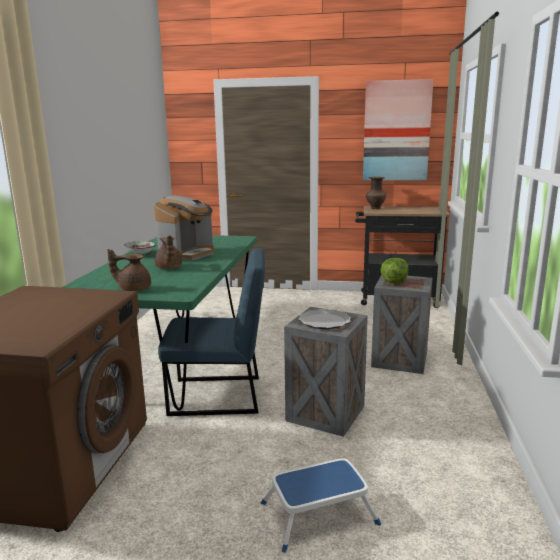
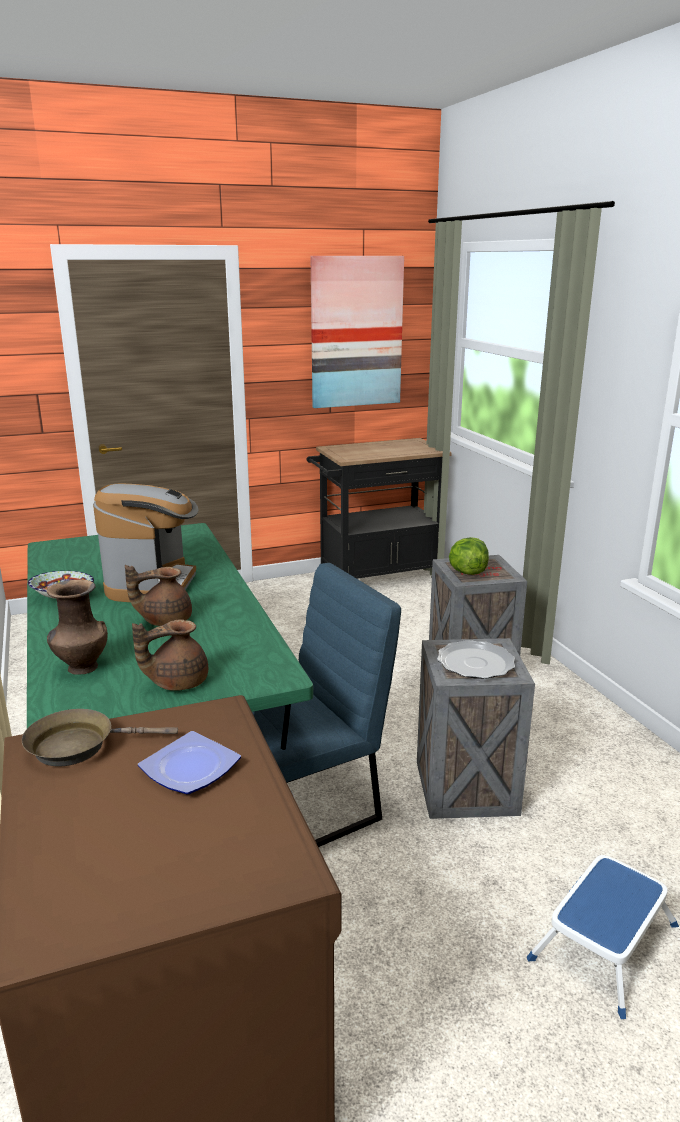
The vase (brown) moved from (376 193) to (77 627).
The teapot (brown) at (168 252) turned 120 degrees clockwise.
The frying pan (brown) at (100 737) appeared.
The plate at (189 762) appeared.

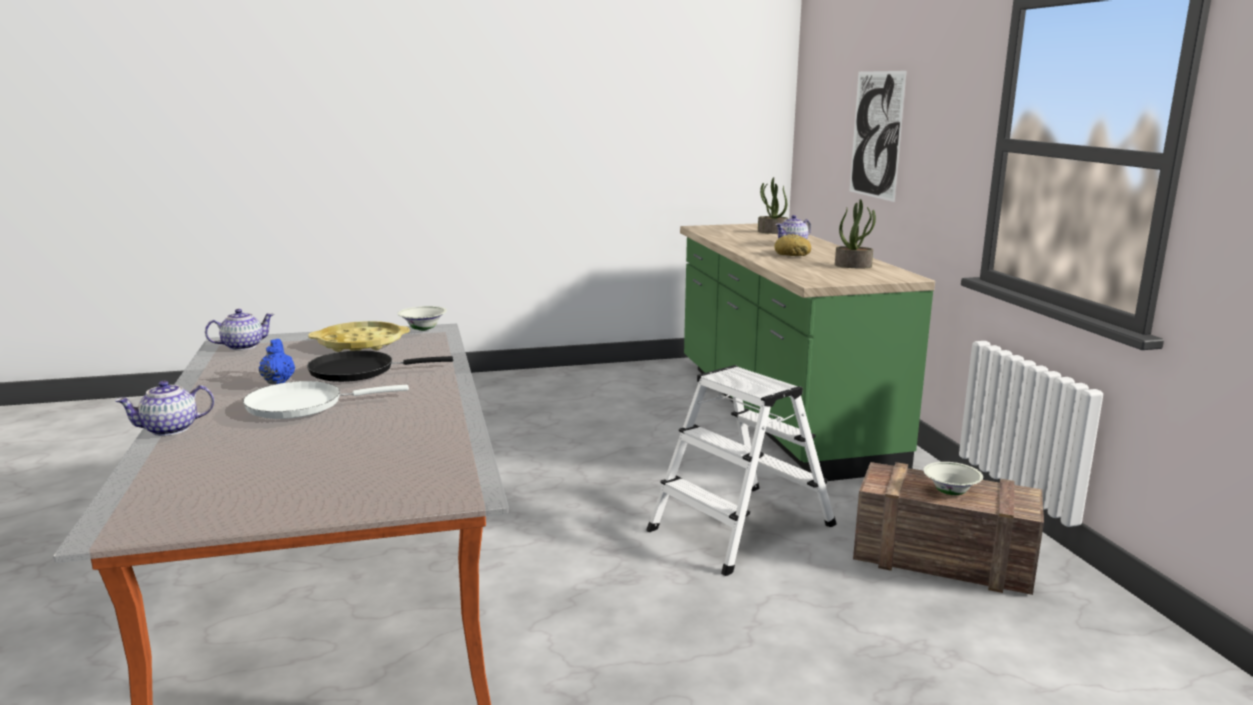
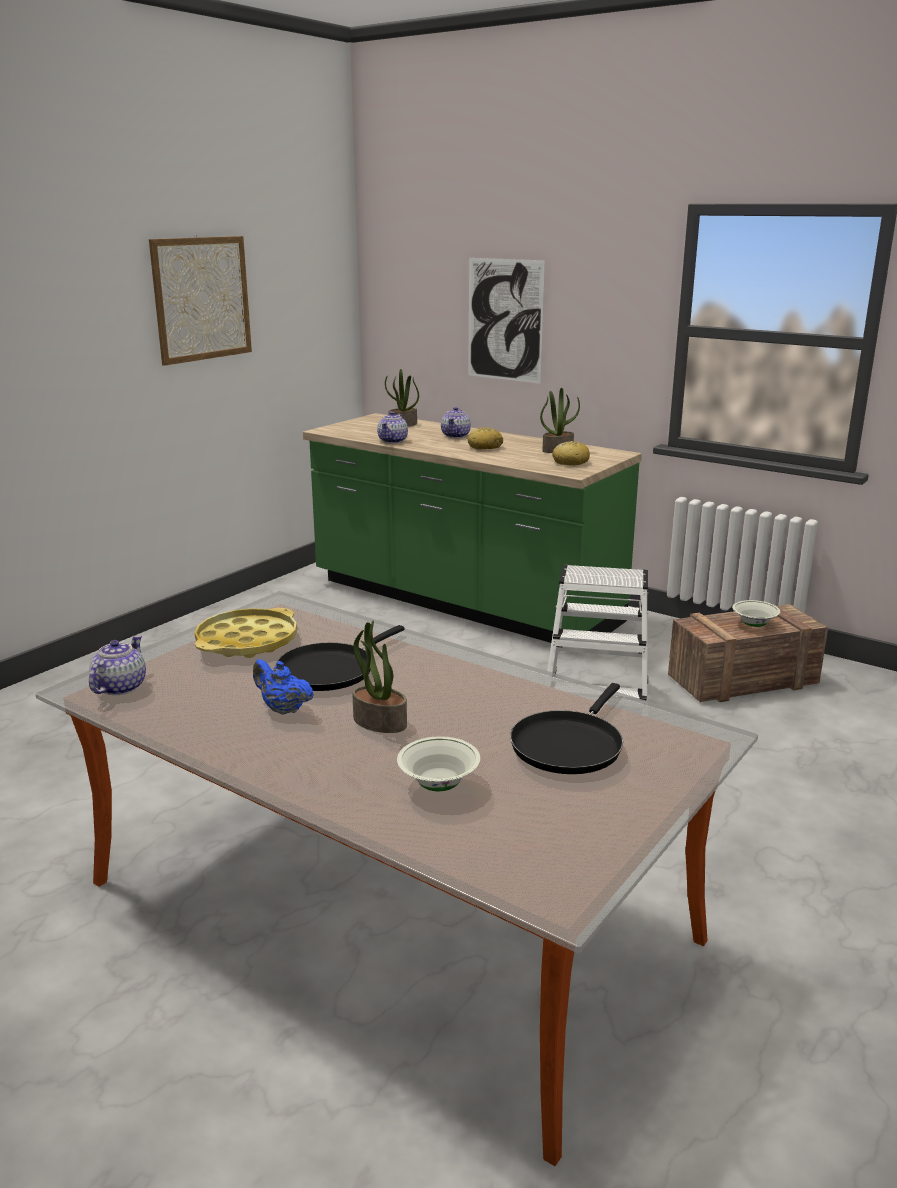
The bowl (white) moved from (422 318) to (438 763).
The teapot moved from (164 408) to (392 427).
The frying pan (white) at (326 400) was replaced by the potted plant at (379 676).
The picture at (200 300) appeared.
The bread at (571 453) appeared.
The frying pan (black) at (566 728) appeared.

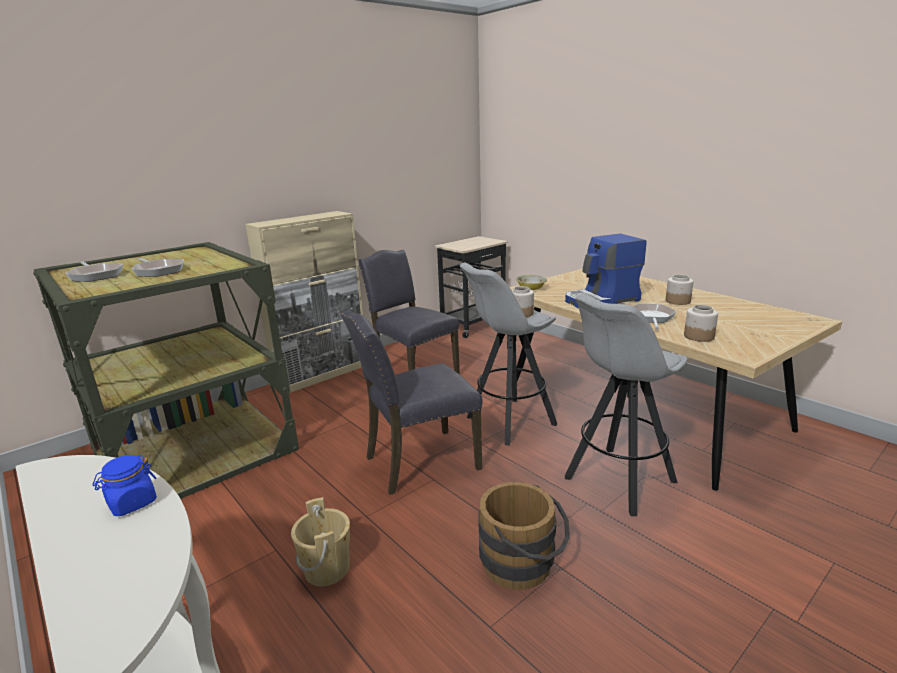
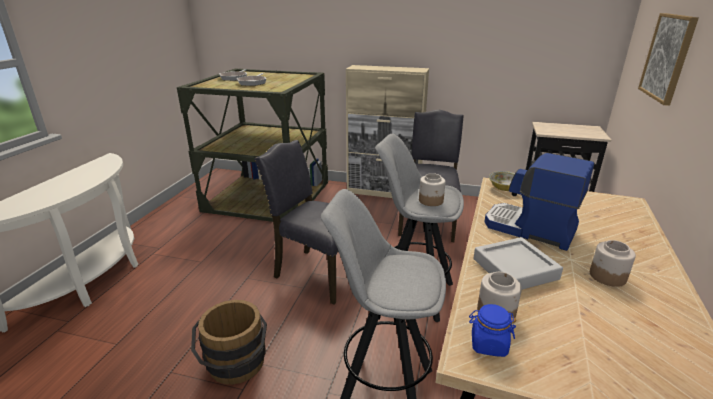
The frying pan at (655 316) was replaced by the tray (grey) at (518 263).
The jar (blue) moved from (125 485) to (492 330).
The bucket (beige) at (320 541) disappeared.
The picture at (668 59) appeared.

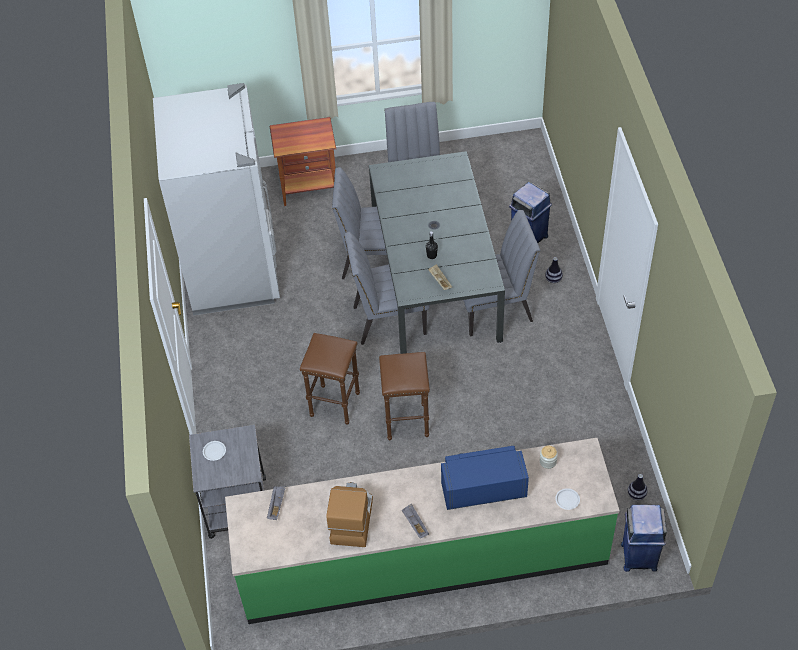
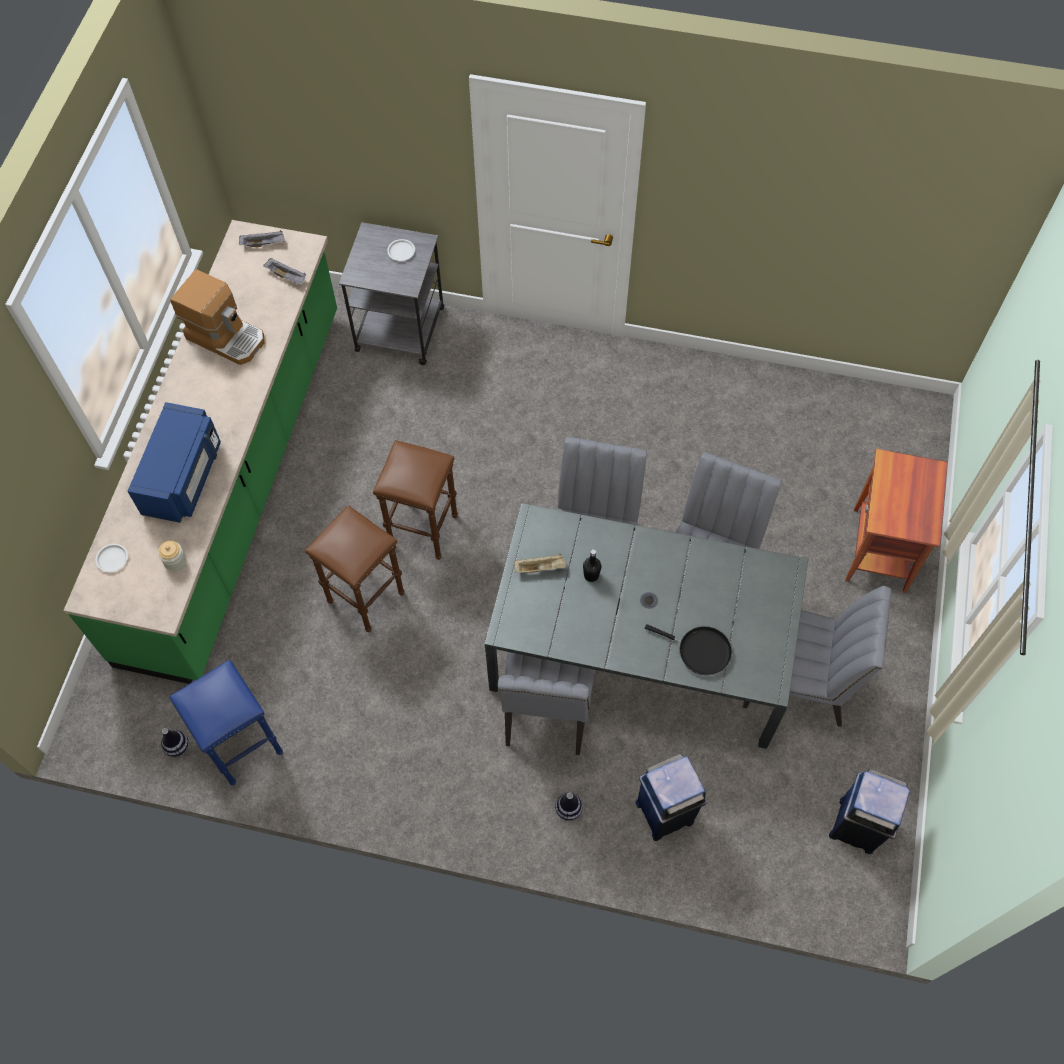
The fridge (white) at (216 199) disappeared.
The stool (brown) moved from (330 379) to (354 568).
The tray (grey) moved from (415 521) to (261 238).
The trash can (blue) moved from (644 538) to (869 811).
The frying pan (black) at (688 649) appeared.
The stool (blue) at (226 722) appeared.

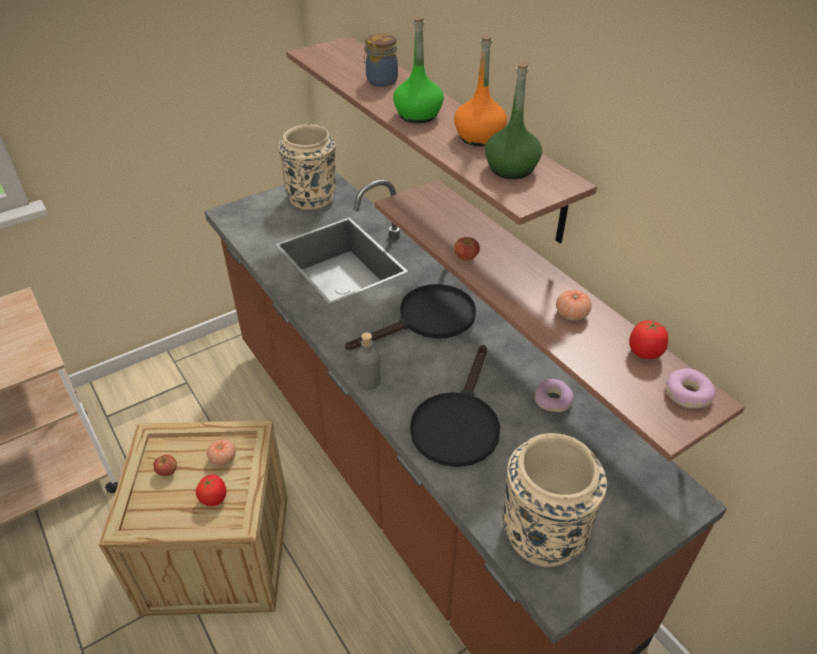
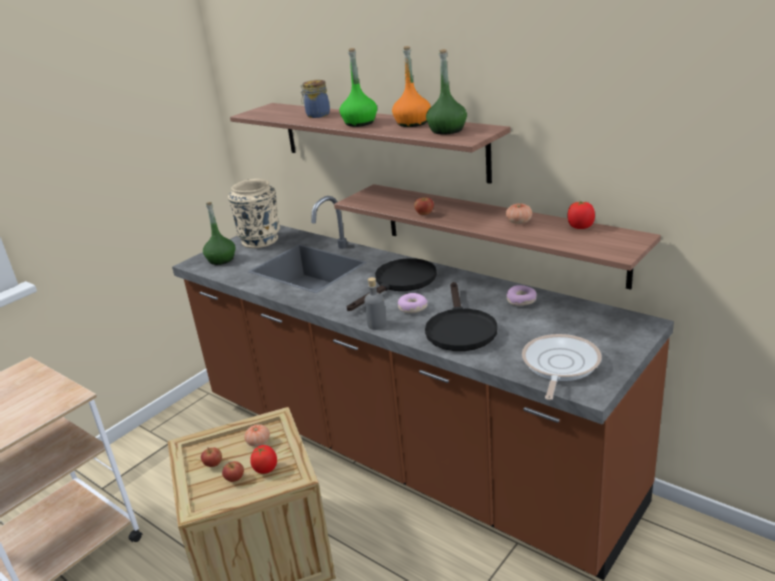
The donut moved from (691 388) to (413 303).
The vase (beige) at (554 500) was replaced by the frying pan at (562 367).
The bottle (green) at (219 233) appeared.
The apple at (233 471) appeared.

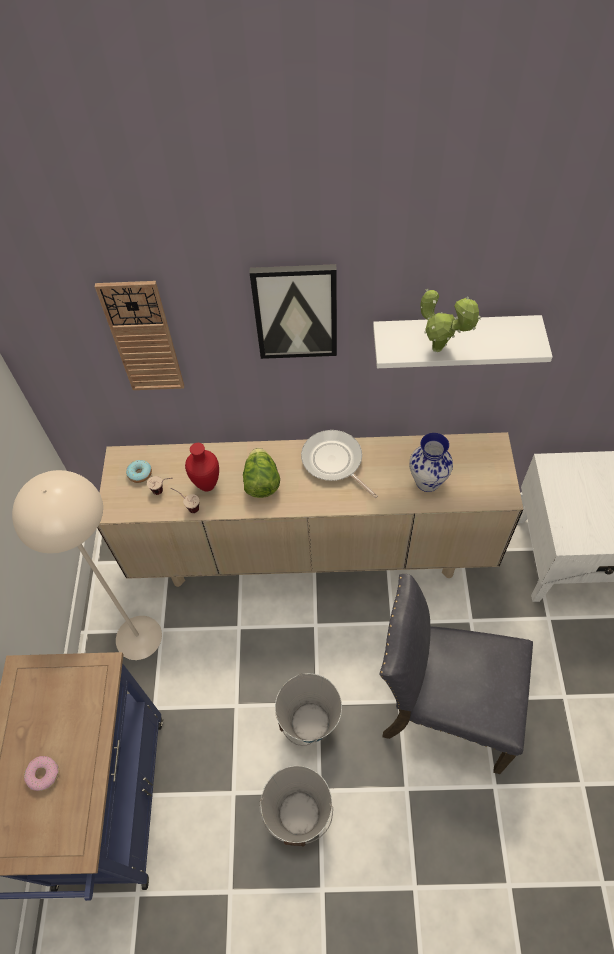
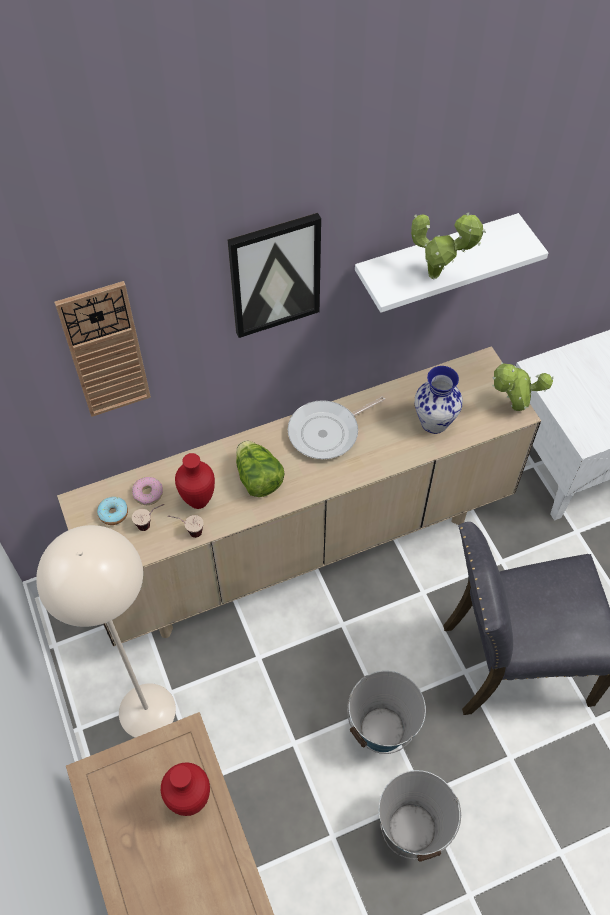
The frying pan at (339 464) turned 60 degrees counterclockwise.
The donut moved from (41 773) to (147 491).
The potted plant at (523 386) appeared.
The vase (red) at (185 789) appeared.

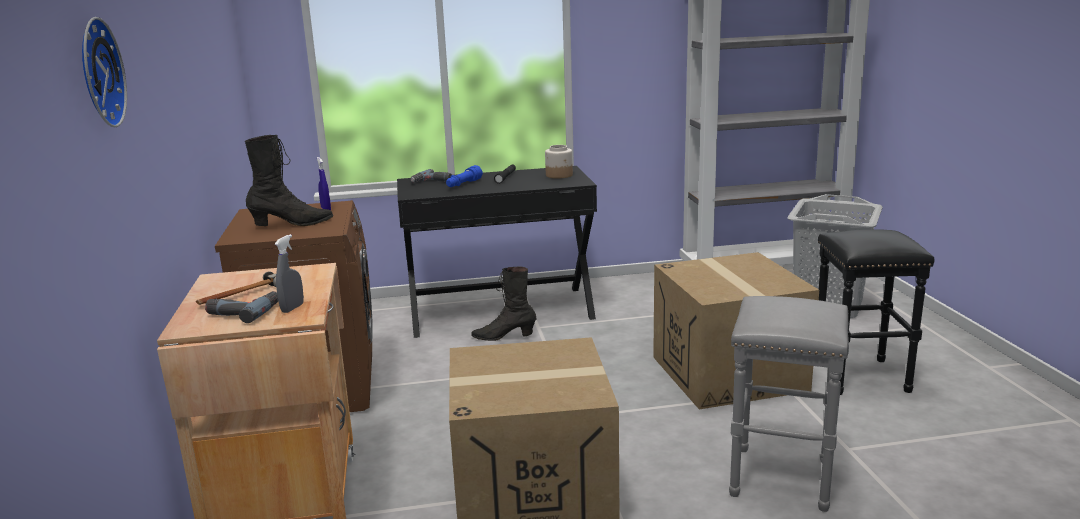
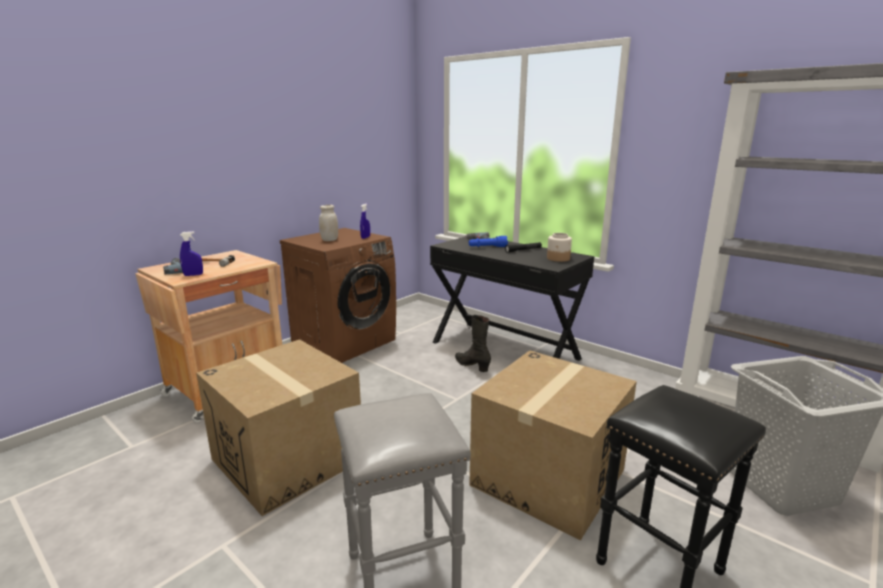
The wall clock at (104 72) disappeared.
The boot (black) at (289 180) was replaced by the jar (white) at (328 223).
The spray bottle (grey) at (289 273) became the spray bottle (blue) at (191 253).

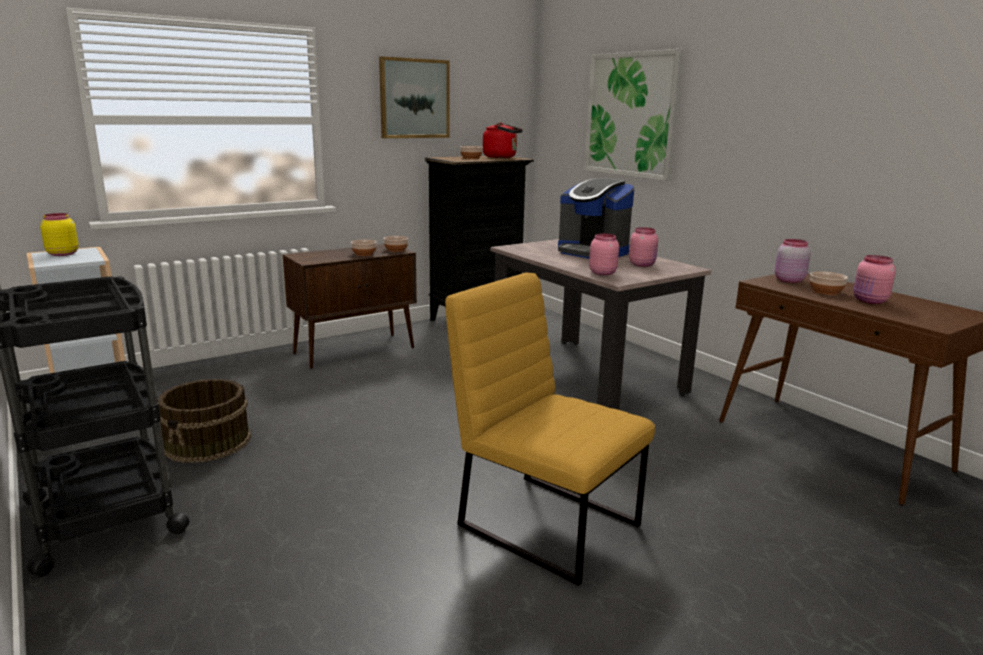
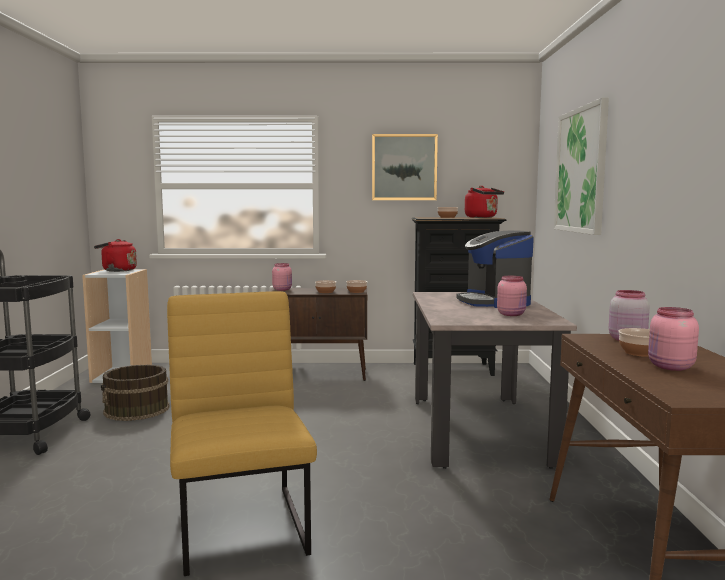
The jar (yellow) at (59 234) was replaced by the kettle (red) at (115 255).
The jar (pink) moved from (604 254) to (282 277).

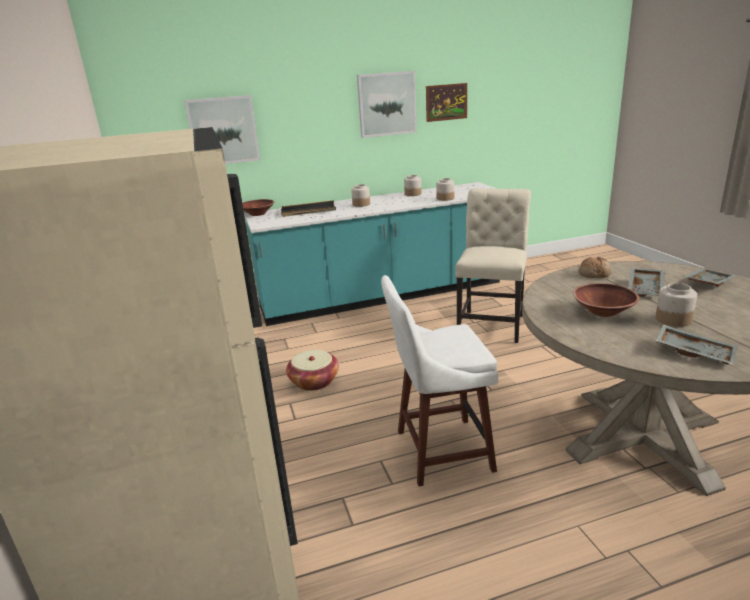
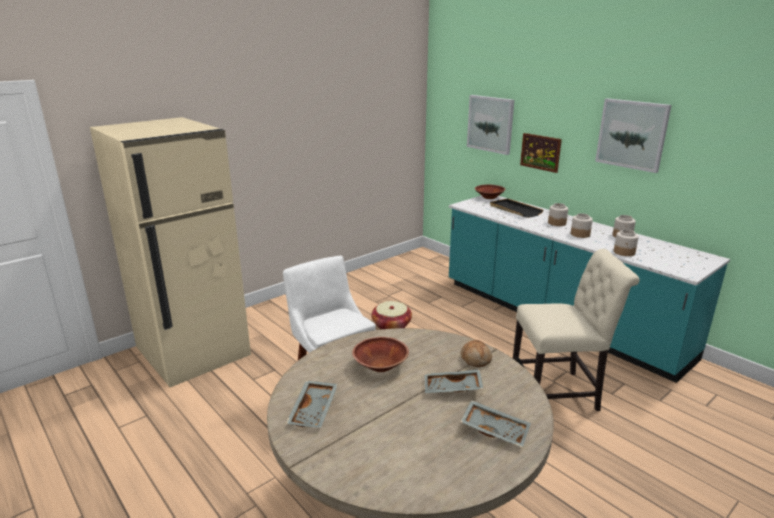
The picture moved from (446 102) to (541 153).
The jar moved from (676 305) to (582 225).

